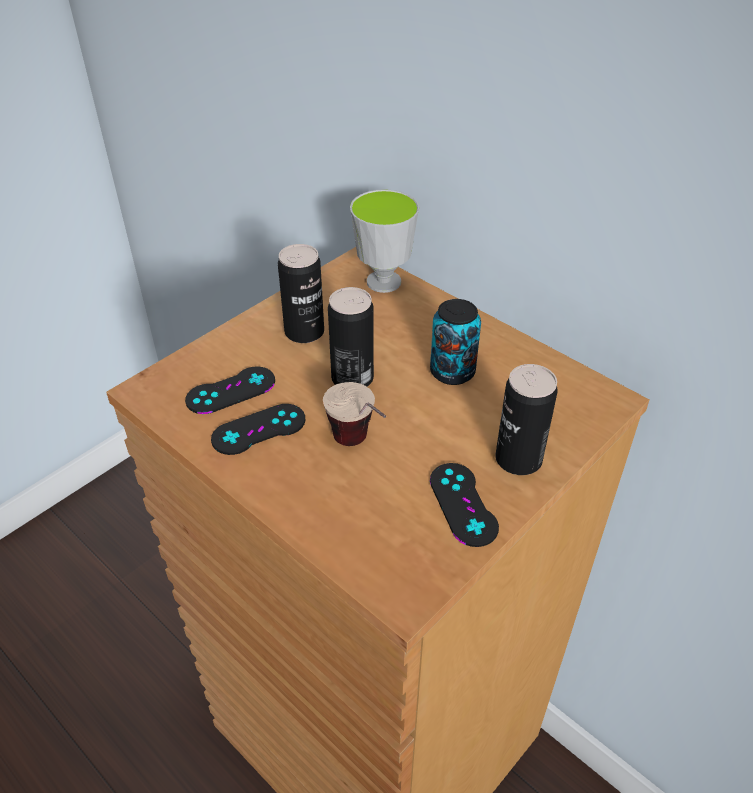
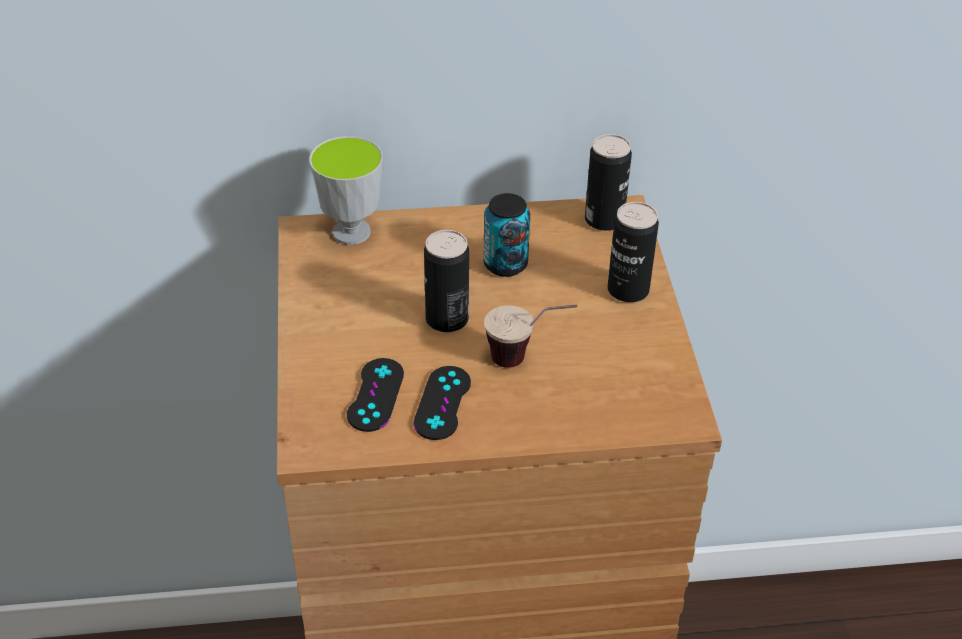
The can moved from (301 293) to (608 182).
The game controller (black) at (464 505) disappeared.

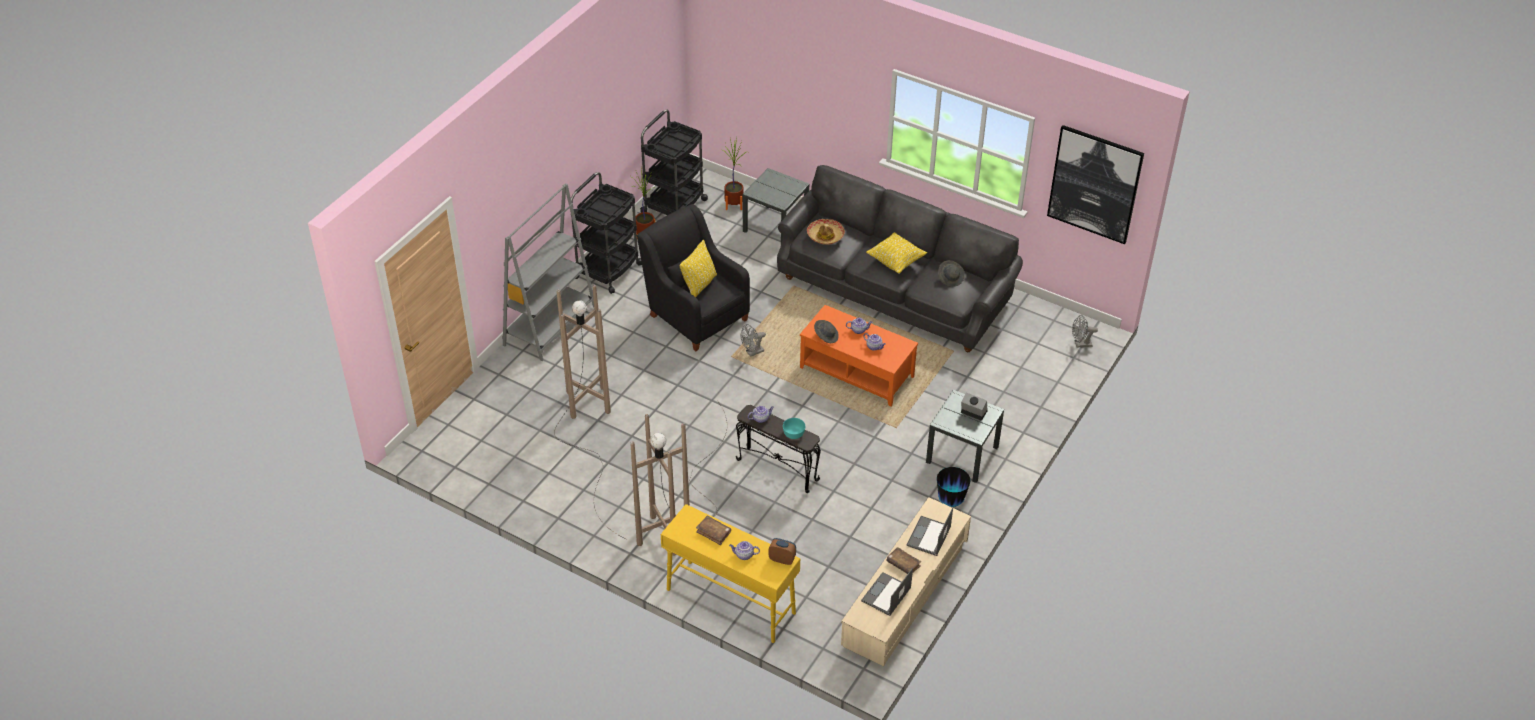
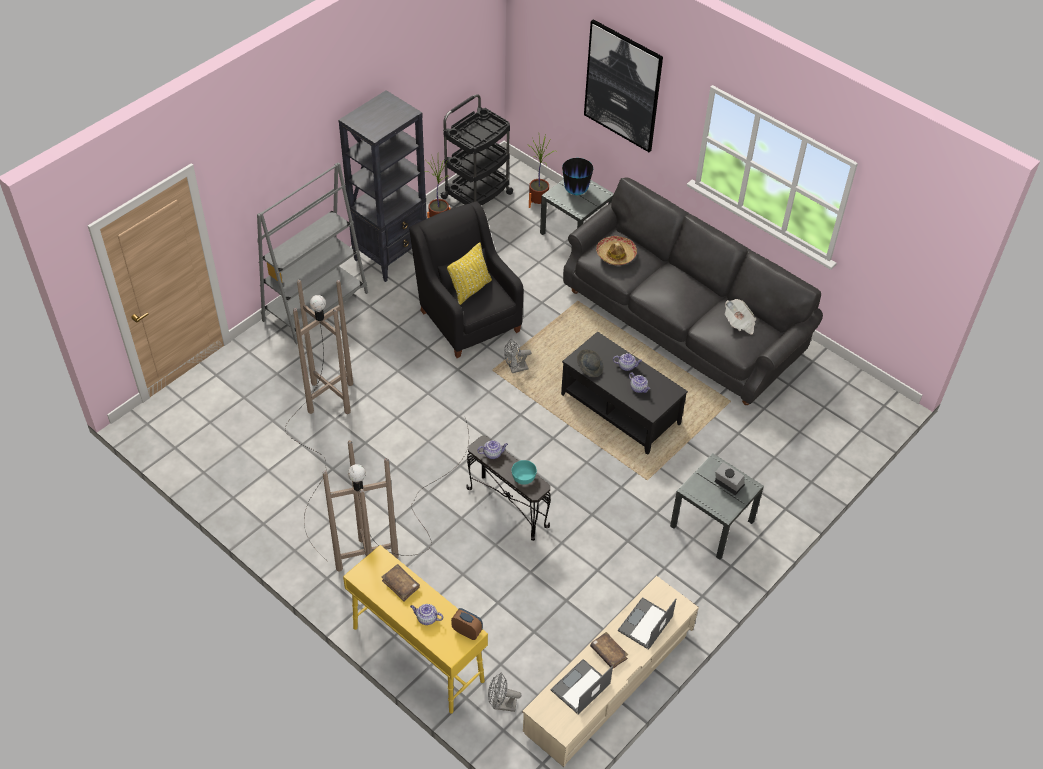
The picture moved from (1095 184) to (623 85).
The cart (black) at (606 233) was replaced by the bookcase (black) at (382 186).
The pillow (yellow) at (896 253) disappeared.
The hat (grey) at (951 273) was replaced by the newspaper at (740 317).
The coffee table (orange) at (859 356) became the coffee table (black) at (624 393).
The fan (grey) moved from (1085 331) to (504 692).
The vase moved from (953 487) to (577 176).

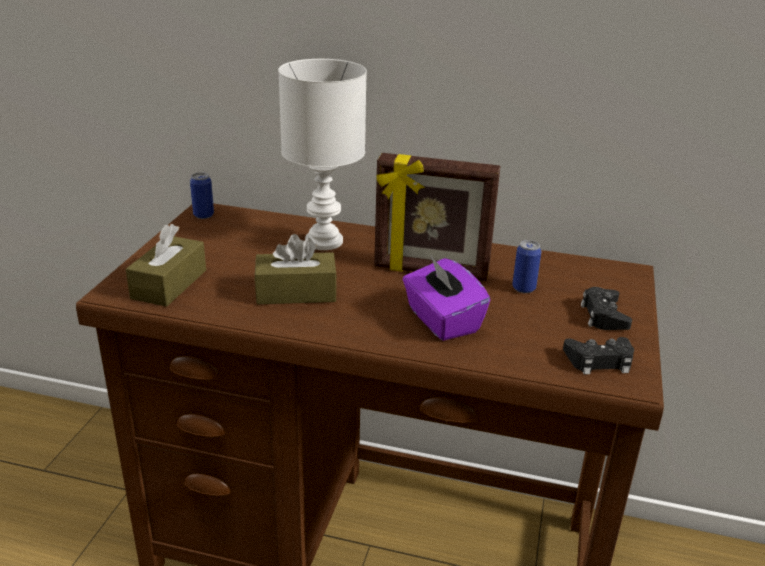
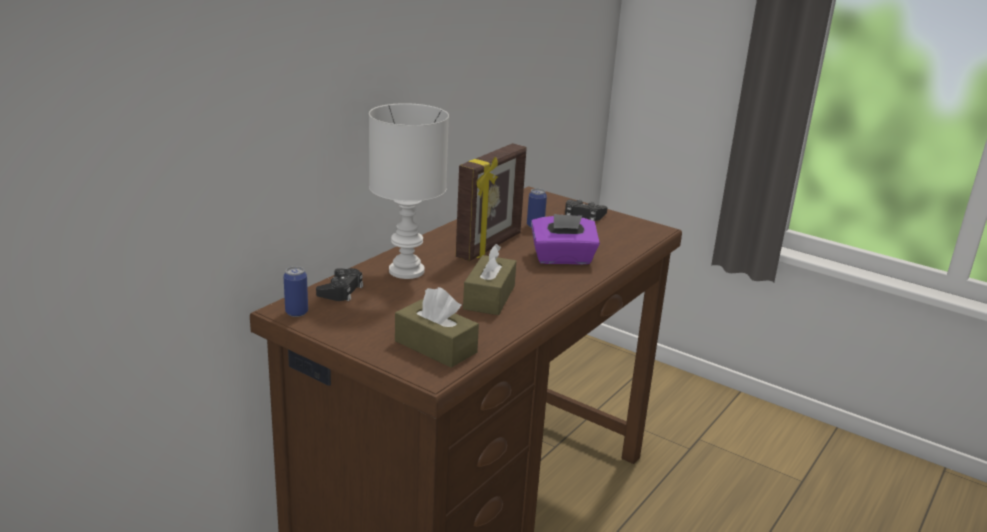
The game controller (black) moved from (598 355) to (339 284).

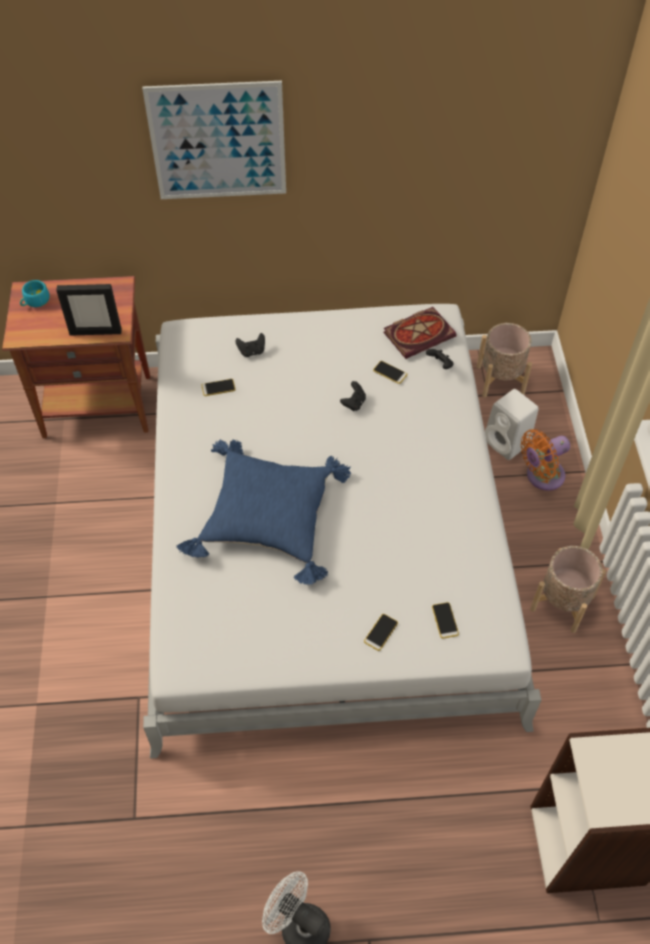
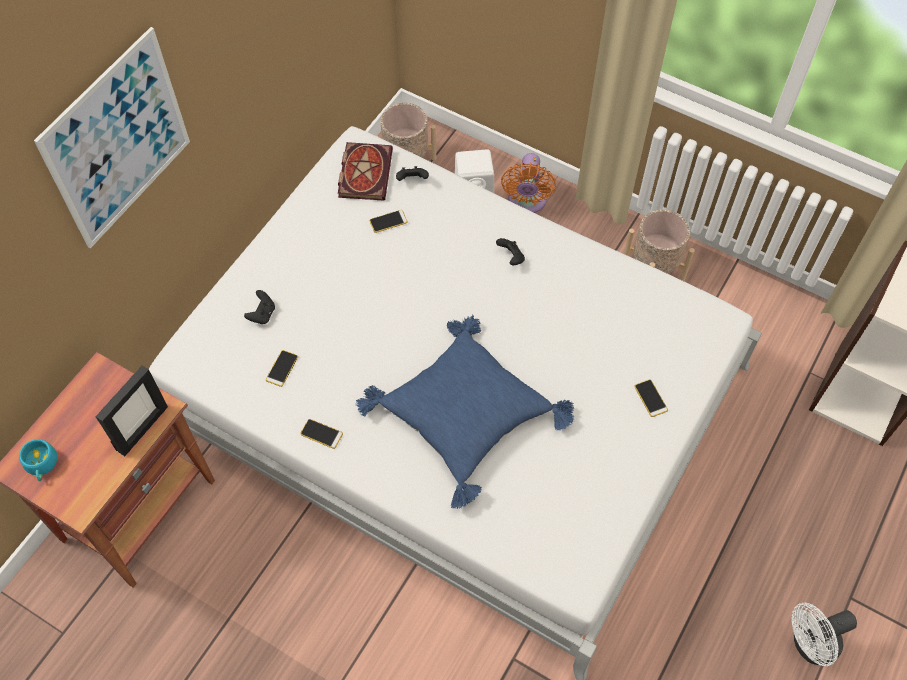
The game controller (black) moved from (353 396) to (510 251).
The phone moved from (445 620) to (321 434).

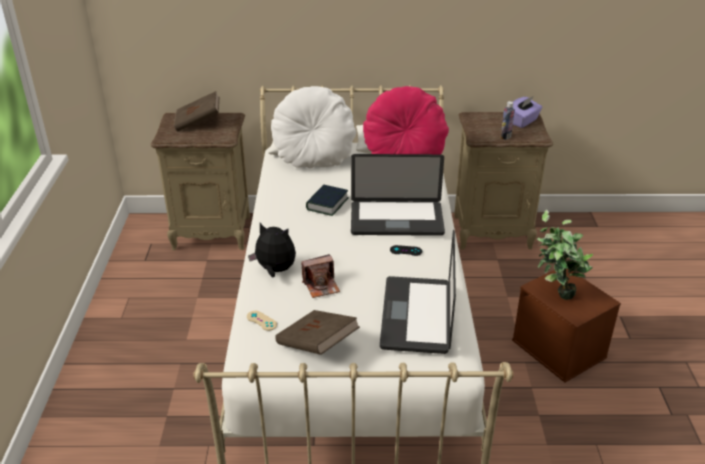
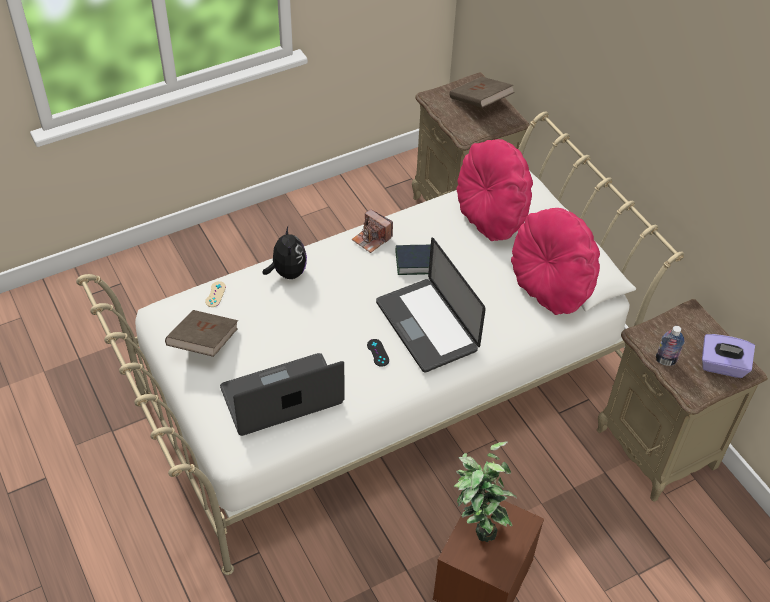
The pillow (white) at (313 127) became the pillow (pink) at (494 190).
The photo camera moved from (320 276) to (372 231).

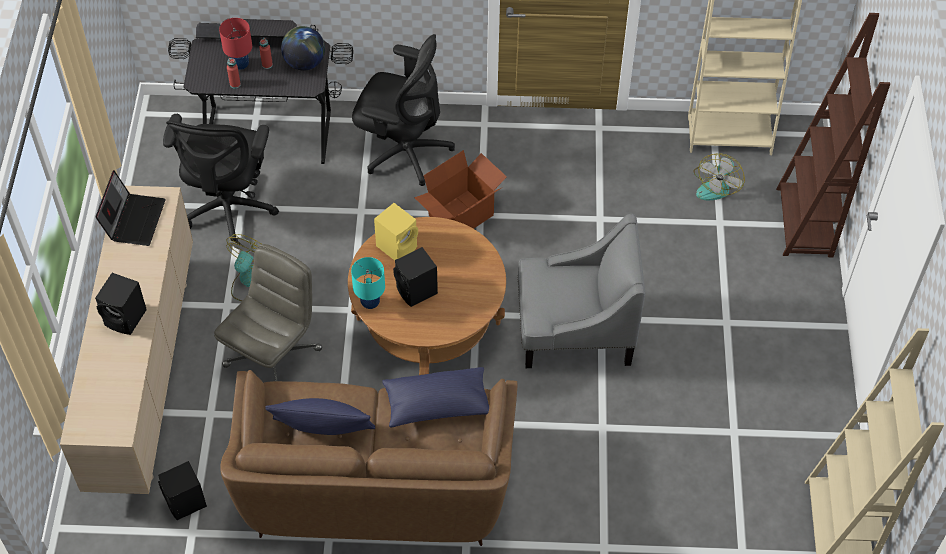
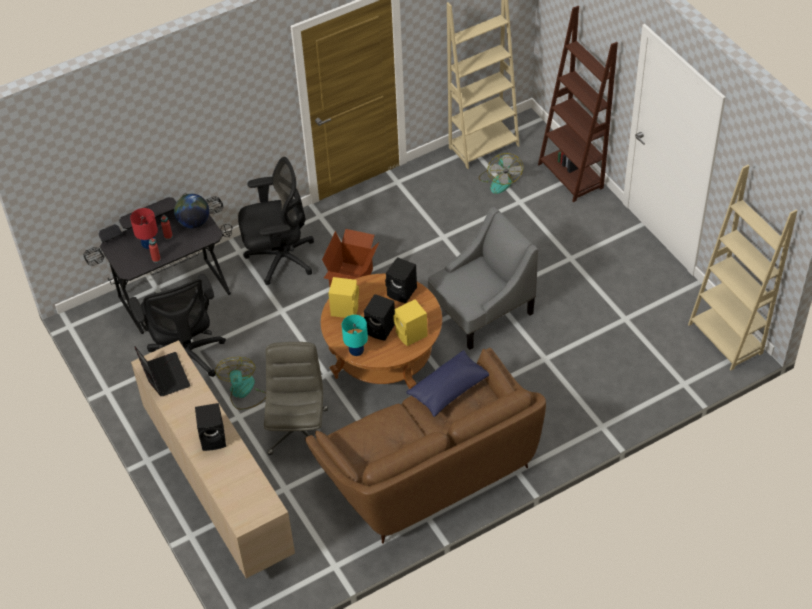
The pillow (blue) at (320 416) disappeared.
The speaker (black) moved from (182 490) to (401 280).
The speaker (yellow) at (410 322) appeared.

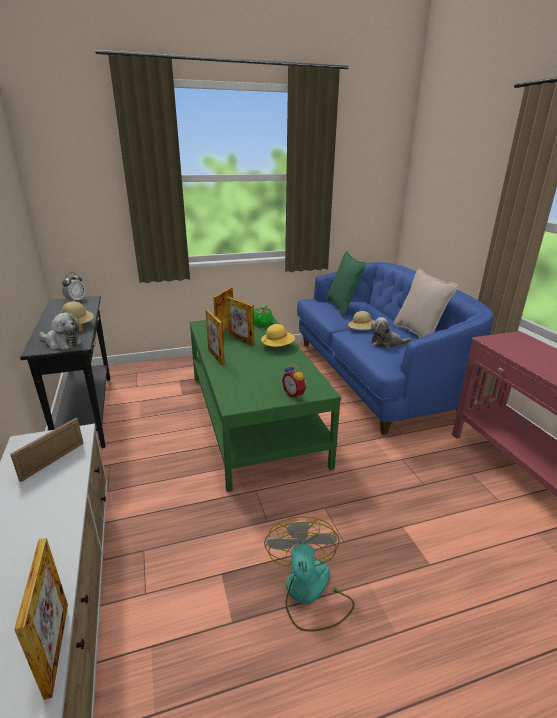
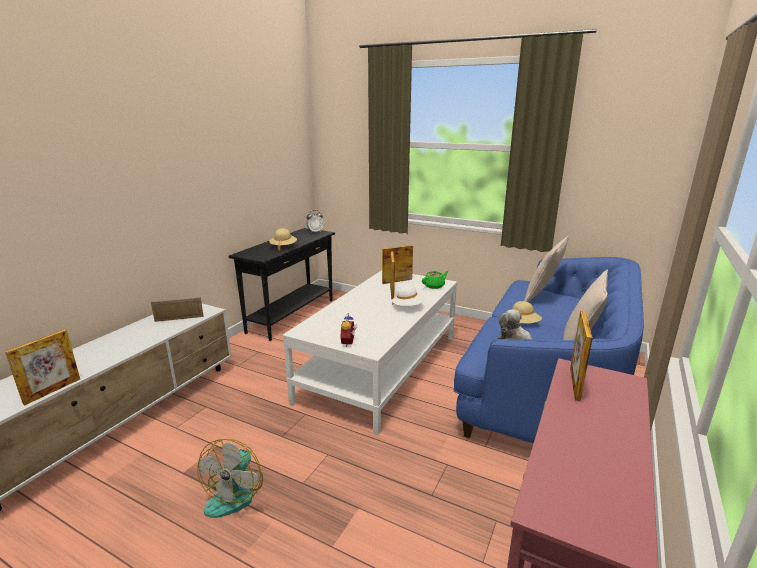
The pillow (green) at (346 284) became the pillow (beige) at (546 269).
The picture frame moved from (215 337) to (581 355).
The plush toy at (60 331) disappeared.
The coffee table (green) at (265 404) became the coffee table (white) at (370 352).
The hat (yellow) at (278 336) became the hat (white) at (408 295).
The fan at (309 574) turned 150 degrees clockwise.

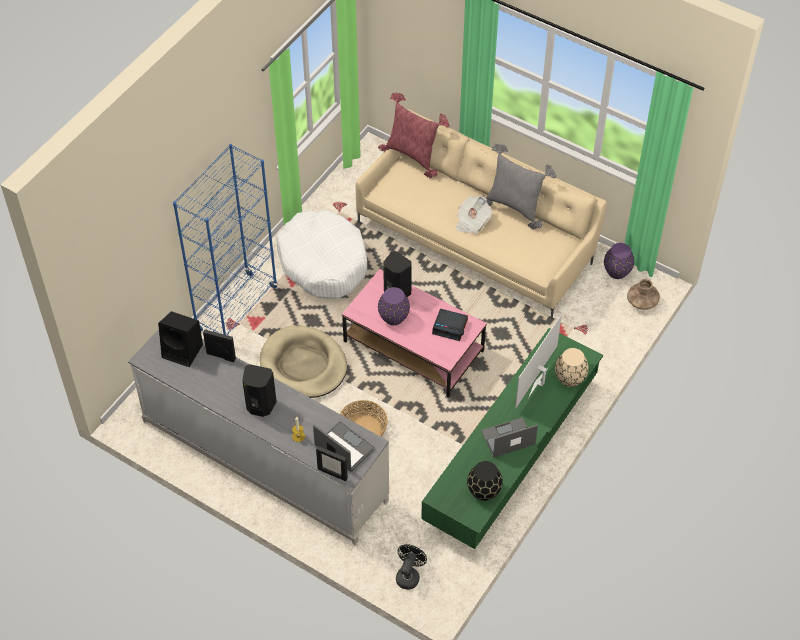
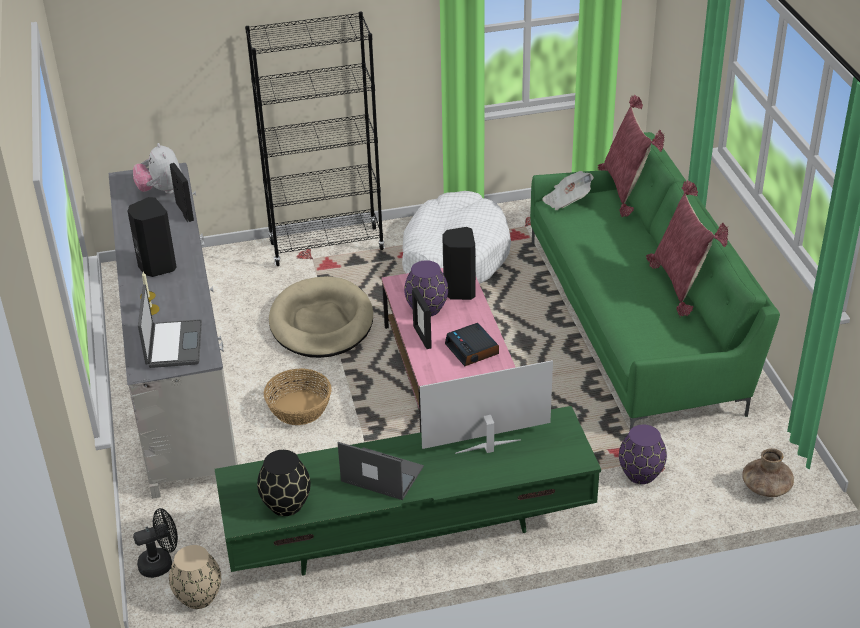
The sofa (beige) at (481 214) became the sofa (green) at (655 281).
The bookcase (blue) at (225 239) became the bookcase (black) at (315 139).
The pillow (grey) at (519 187) became the pillow (red) at (687 248).
The newspaper moved from (474 215) to (568 191).
The vase (purple) moved from (619 261) to (643 454).
The speaker (black) at (180 339) was replaced by the plush toy at (157 168).
The vase (beige) moved from (572 367) to (195 577).
The picture frame moved from (332 463) to (422 318).

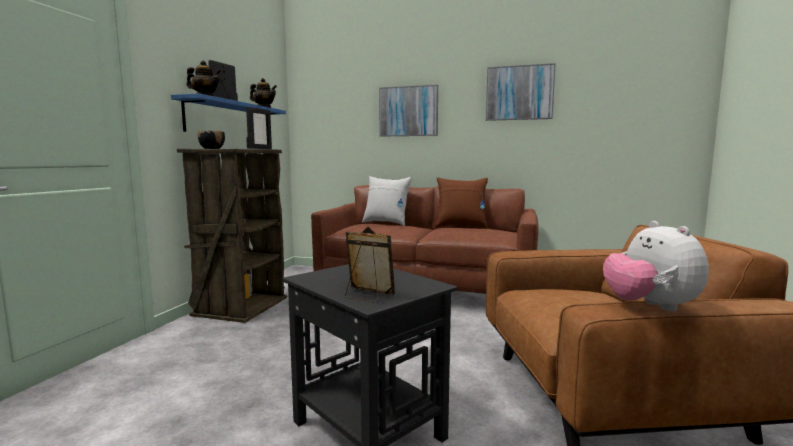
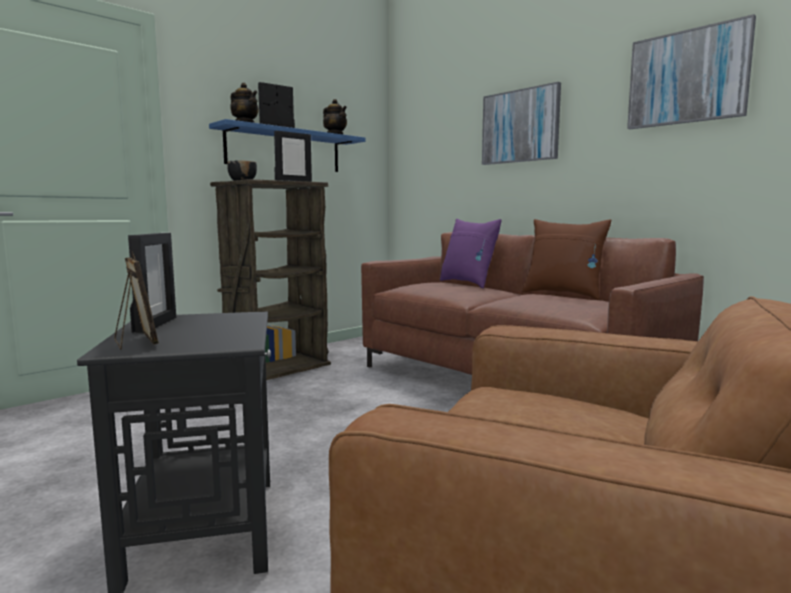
The pillow (grey) at (387 201) became the pillow (purple) at (471 253).
The plush toy at (656 266) disappeared.
The picture frame at (152 283) appeared.

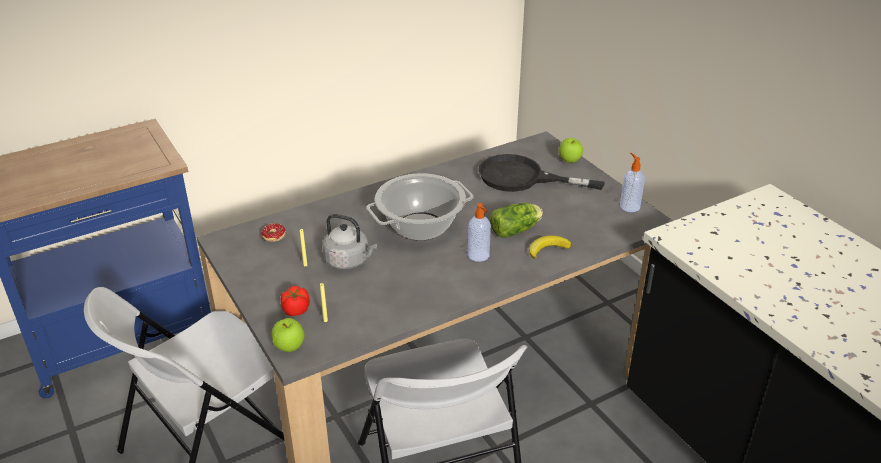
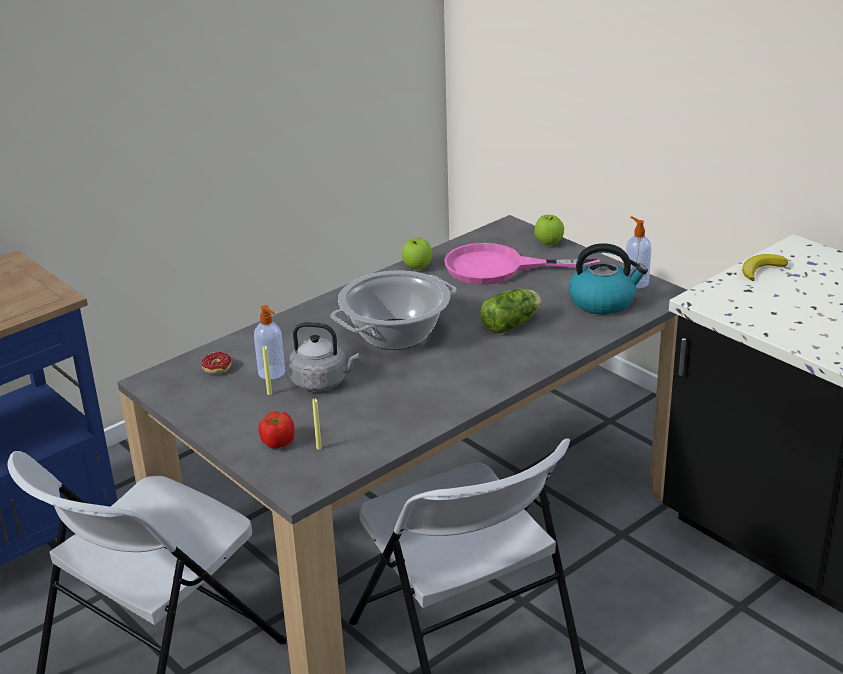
The frying pan (black) at (541 173) became the frying pan (pink) at (522 264).
The soap dispenser moved from (479 232) to (269 342).
The banana moved from (550 247) to (765 267).
The apple moved from (288 335) to (417 254).
The kettle at (608 278) appeared.

